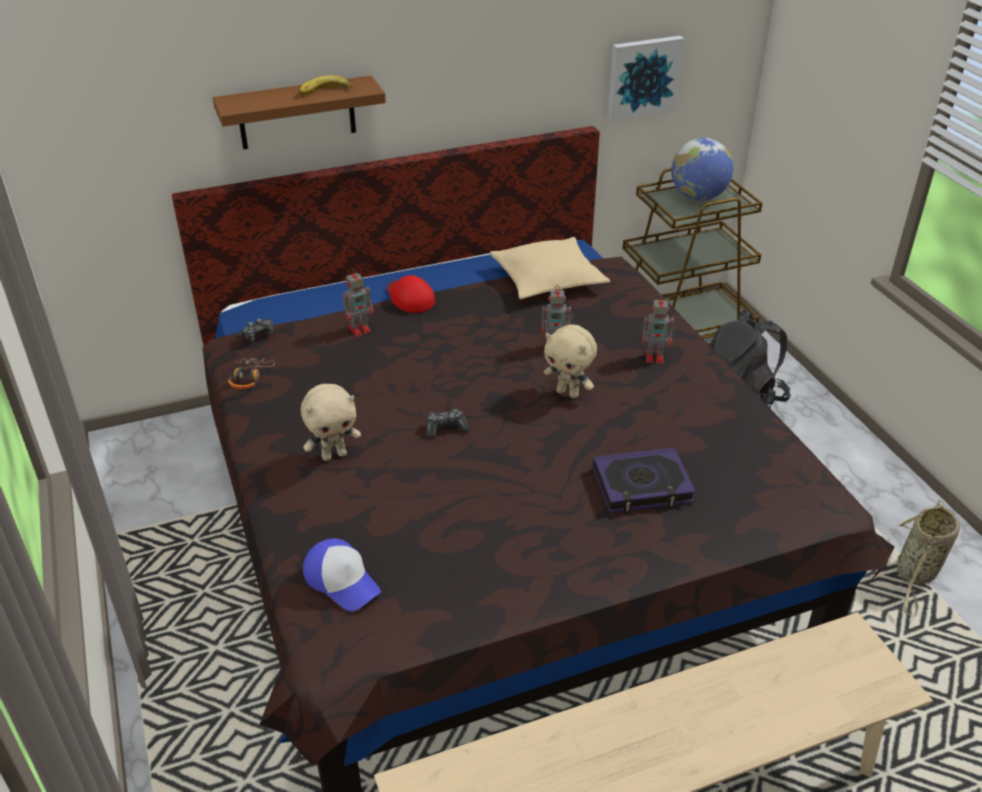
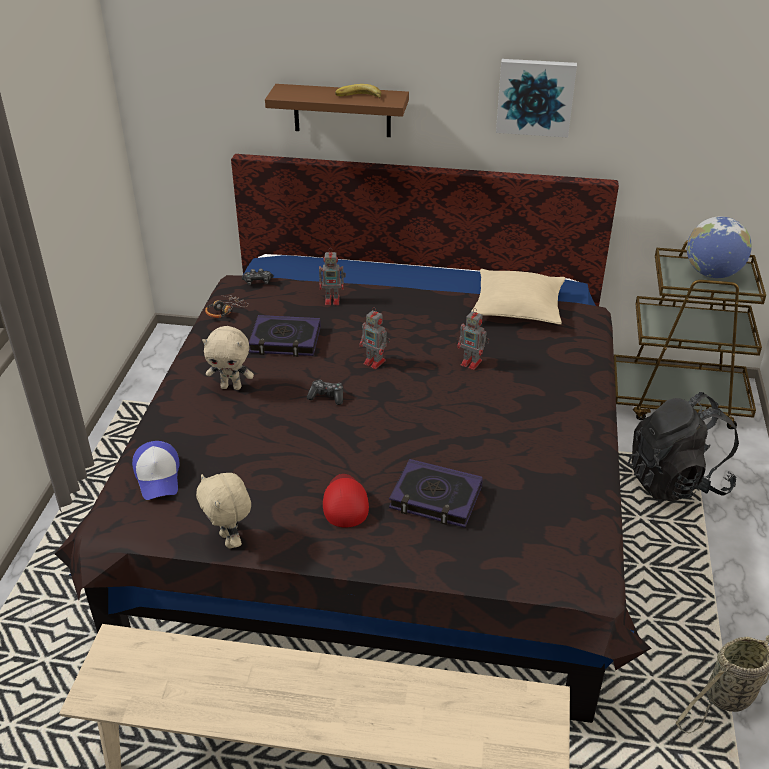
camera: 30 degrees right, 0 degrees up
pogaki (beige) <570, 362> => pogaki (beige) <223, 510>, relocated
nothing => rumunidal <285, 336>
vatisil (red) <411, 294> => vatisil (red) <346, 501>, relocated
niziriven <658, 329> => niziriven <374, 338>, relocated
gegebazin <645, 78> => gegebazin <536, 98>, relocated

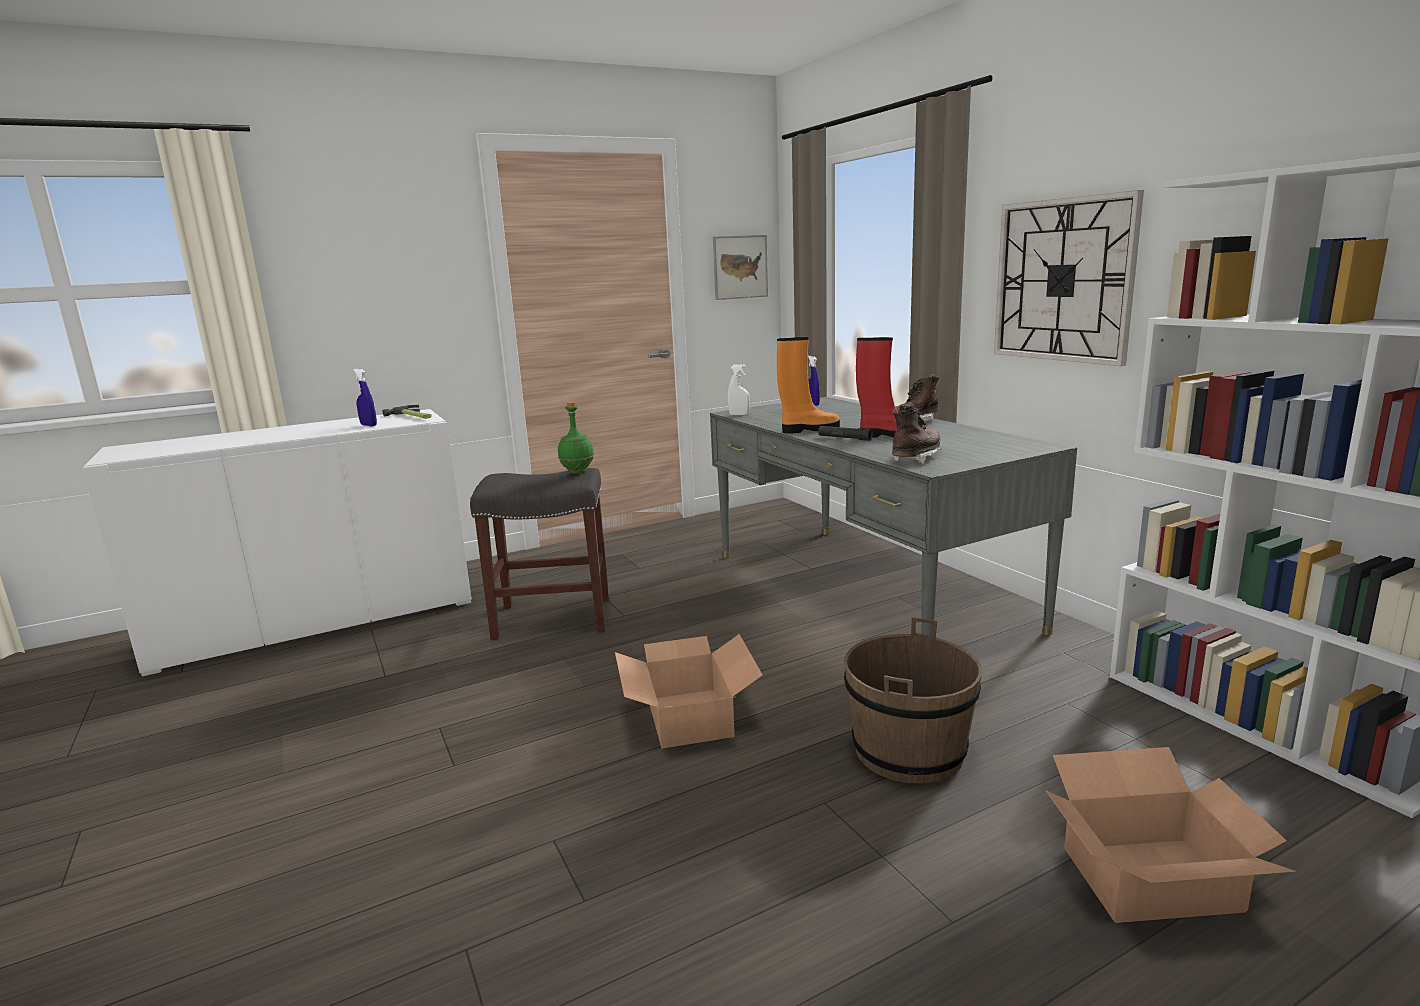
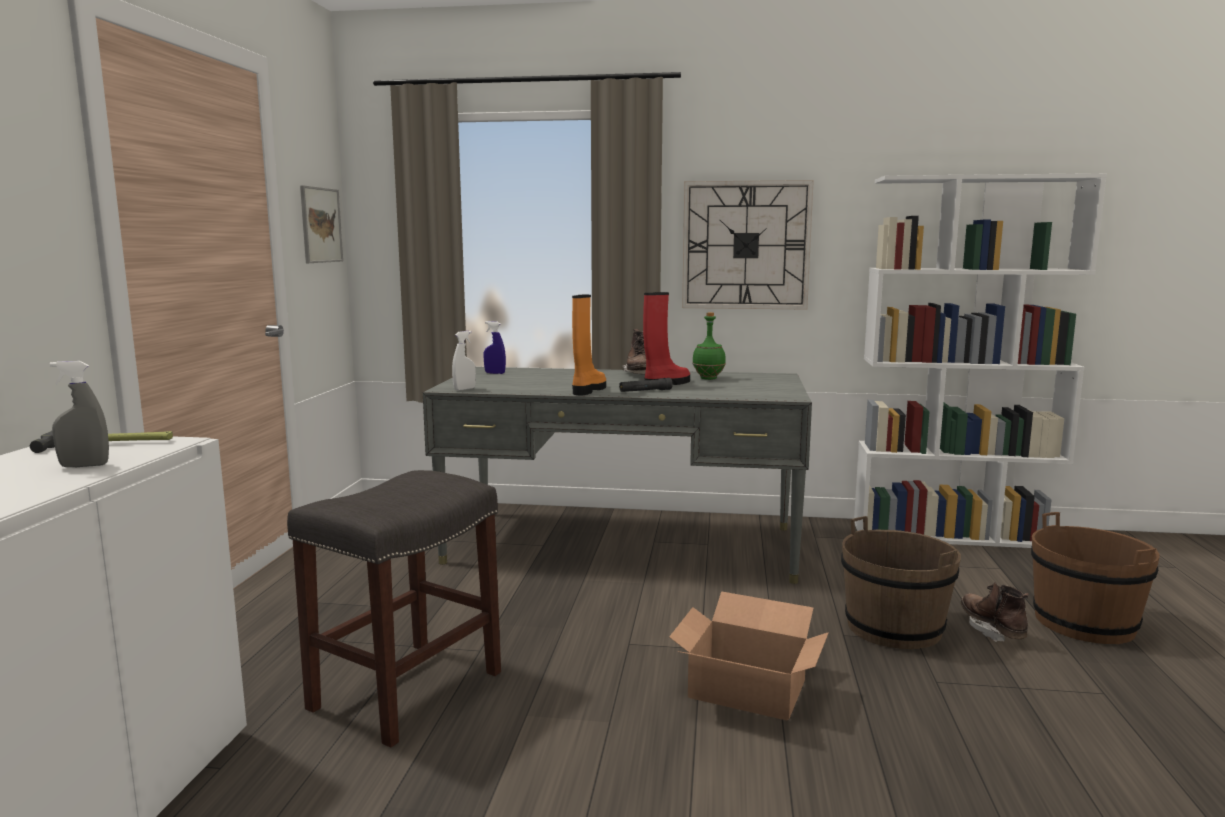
camera: 55 degrees left, 5 degrees down
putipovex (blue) <365, 397> => putipovex (grey) <79, 414>
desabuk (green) <576, 438> => desabuk (green) <709, 346>, relocated
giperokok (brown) <917, 434> => giperokok (brown) <995, 612>, relocated
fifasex <1170, 835> => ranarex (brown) <1095, 578>

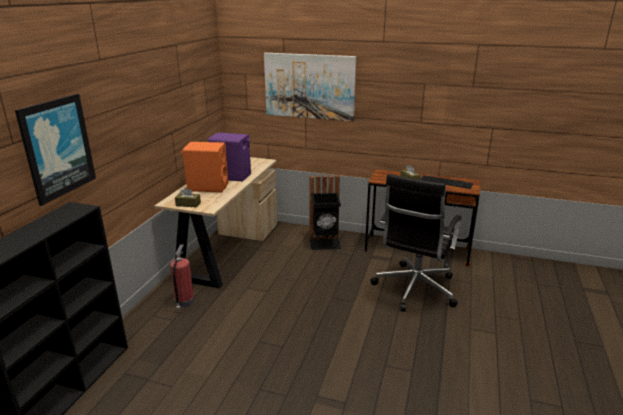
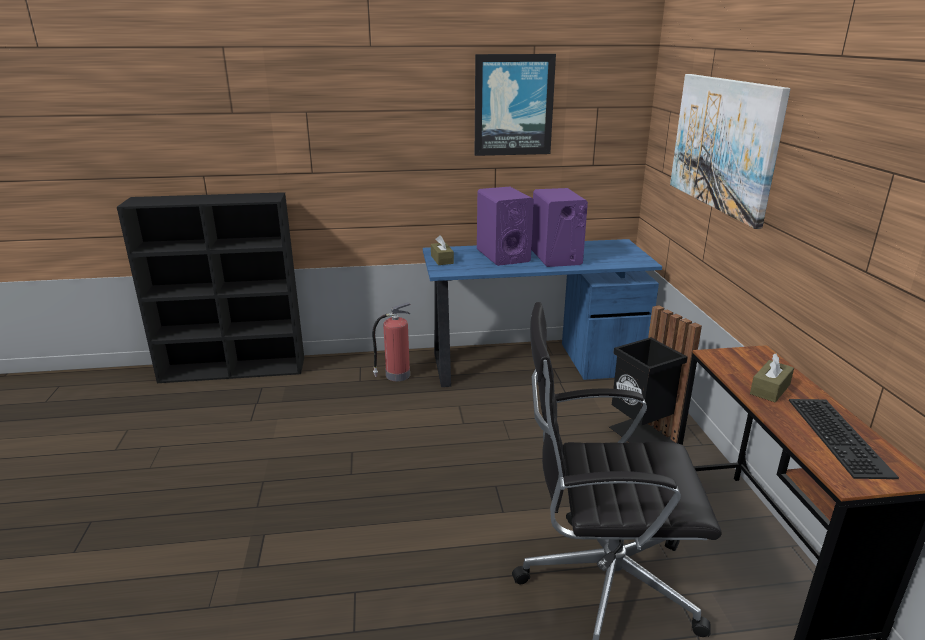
camera: 65 degrees right, 0 degrees up
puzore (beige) <215, 223> => puzore (blue) <542, 313>
gegebazin <55, 150> => gegebazin <515, 105>, relocated
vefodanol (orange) <204, 167> => vefodanol (purple) <505, 226>

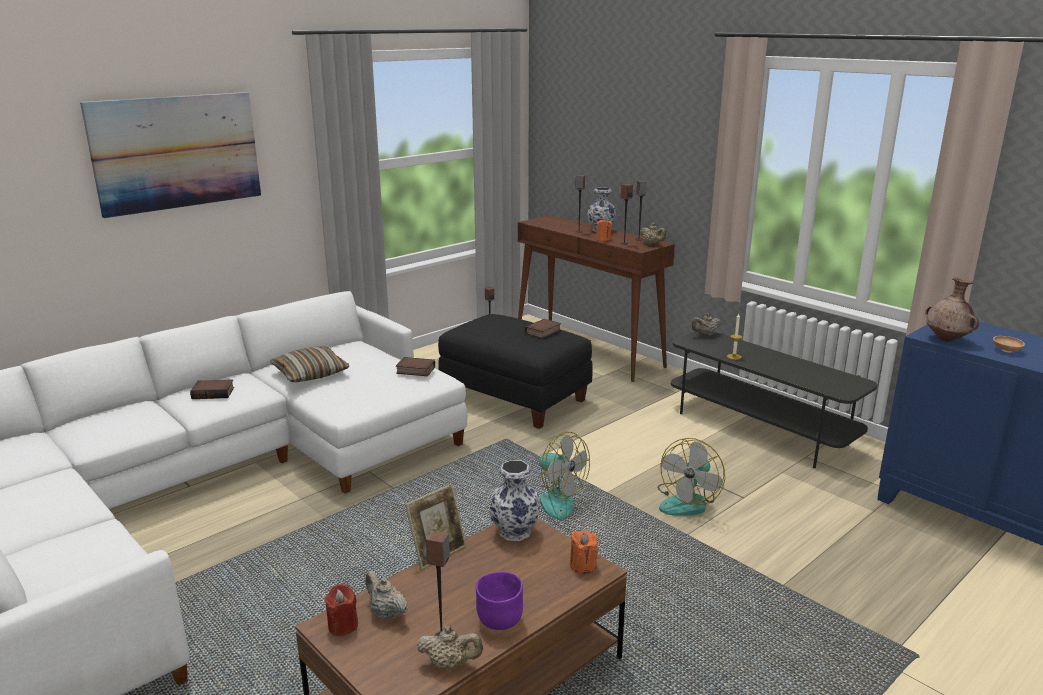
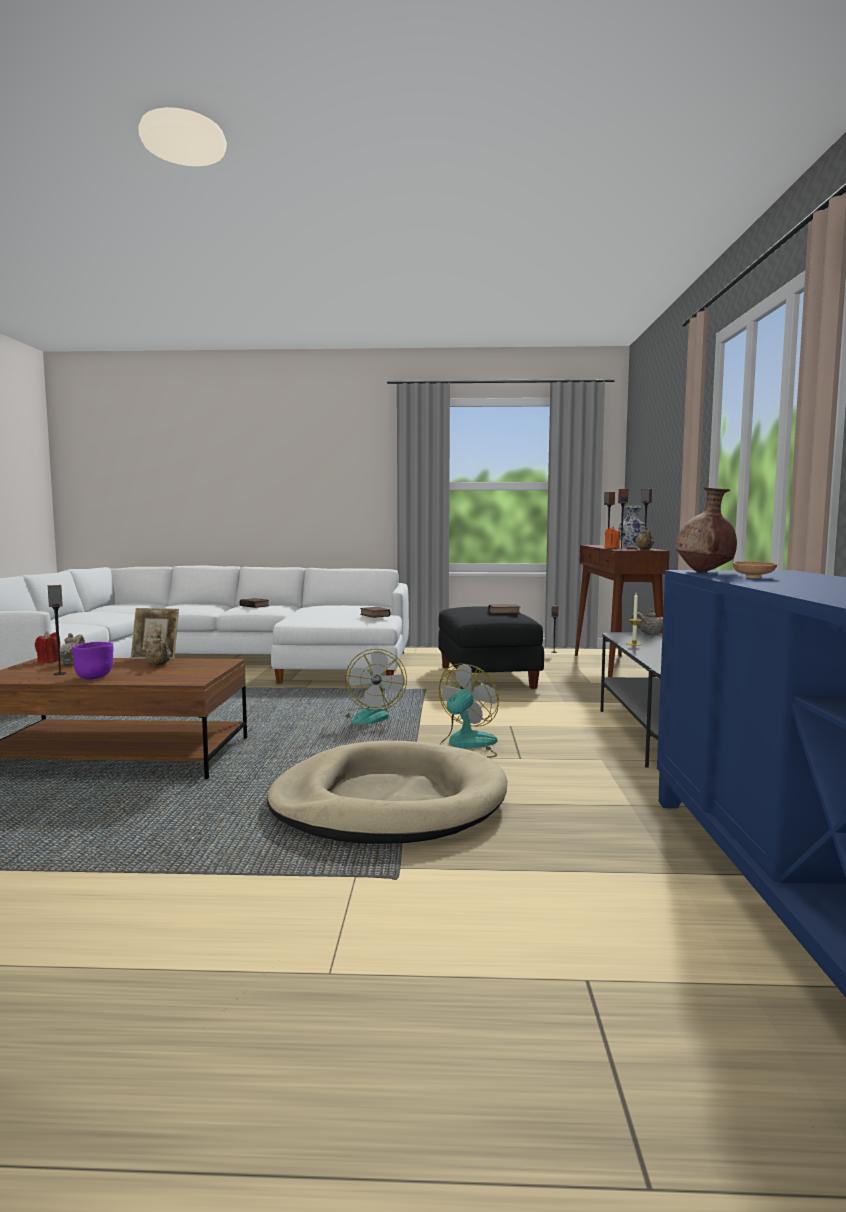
camera: 45 degrees right, 15 degrees down
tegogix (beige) <450, 647> => tegogix (beige) <158, 649>, relocated
nothing => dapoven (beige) <387, 792>
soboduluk <691, 477> => soboduluk <469, 710>, 135 degrees clockwise
gegebazin <170, 155> => nothing
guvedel <309, 364> => nothing
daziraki <514, 500> => nothing
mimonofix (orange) <584, 551> => nothing

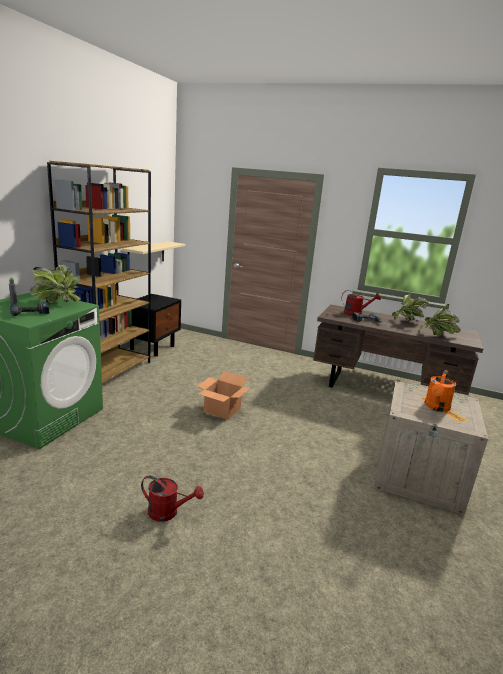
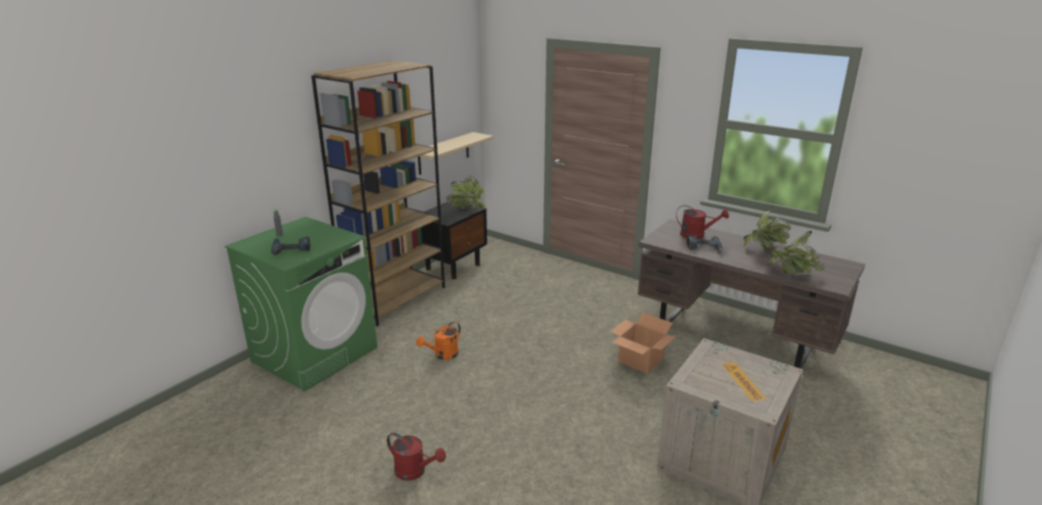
camera: 15 degrees right, 5 degrees up
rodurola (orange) <440, 391> => rodurola (orange) <438, 340>, relocated
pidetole <55, 283> => pidetole <466, 192>, relocated
fifasex <224, 395> => fifasex <643, 343>, relocated

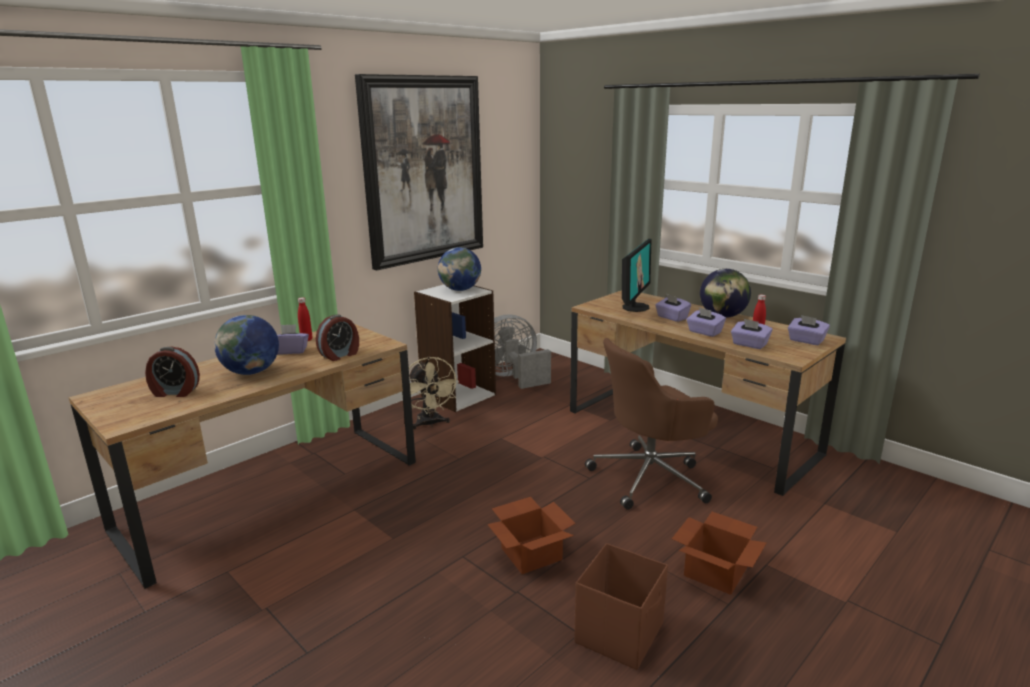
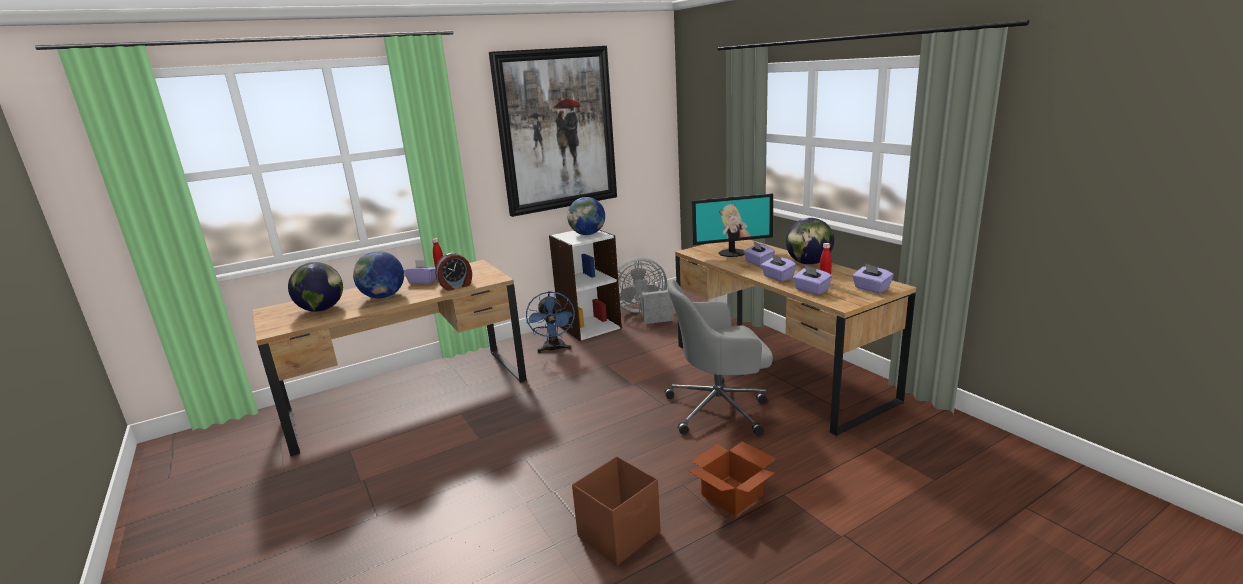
camera: 15 degrees right, 0 degrees up
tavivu <172, 371> => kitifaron <315, 287>
soboduluk (beige) <430, 393> => soboduluk (blue) <550, 322>
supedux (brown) <651, 424> => supedux (grey) <719, 357>
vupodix <637, 275> => vupodix <732, 225>, 45 degrees clockwise
fifasex <531, 535> => nothing

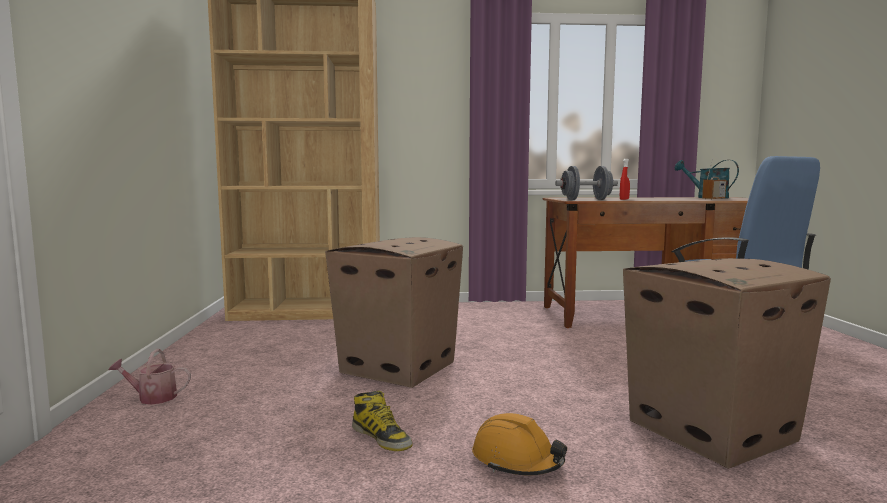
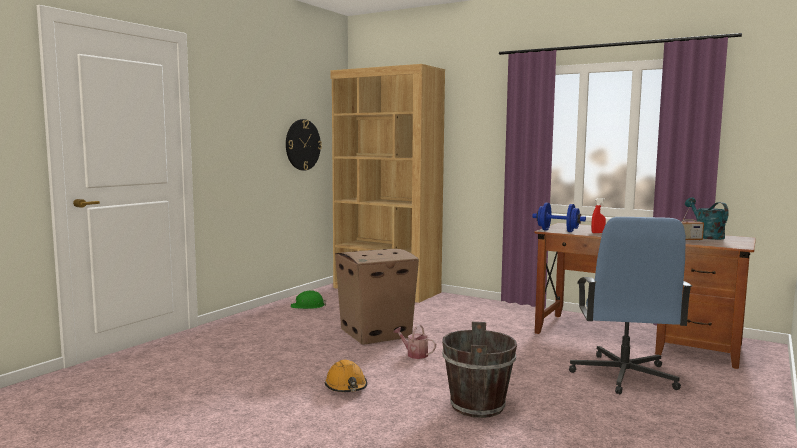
camera: 35 degrees right, 0 degrees up
nothing => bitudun <304, 144>
nothing => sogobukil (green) <309, 299>
rodurola <149, 377> => rodurola <415, 342>, relocated
fifasex <727, 363> => ranarex (brown) <479, 370>
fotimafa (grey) <586, 183> => fotimafa (blue) <559, 217>
giperokok <382, 420> => nothing

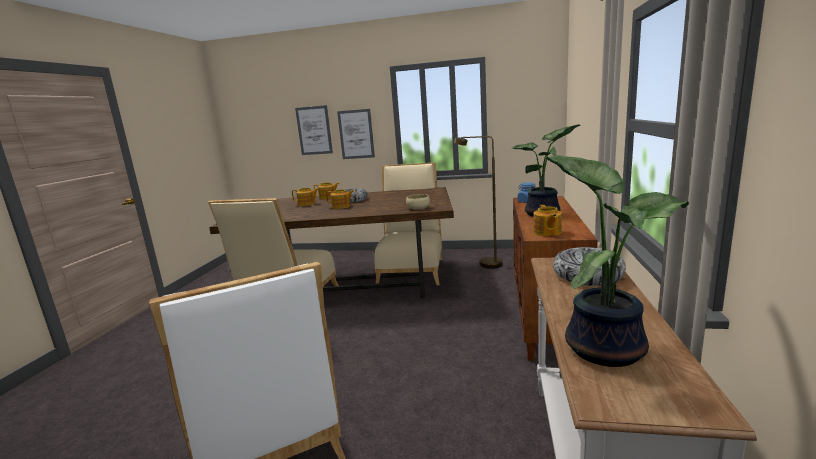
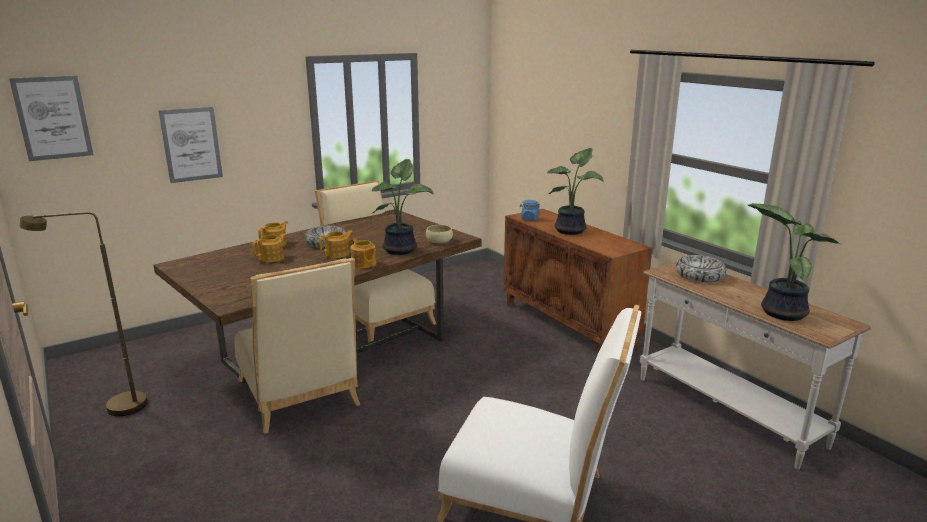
camera: 45 degrees left, 5 degrees up
gegebazin <356, 134> => gegebazin <51, 118>, relocated
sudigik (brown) <478, 202> => sudigik (brown) <84, 314>, relocated
tegogix <547, 220> => tegogix <363, 253>, relocated
nothing => pidetole <402, 207>

